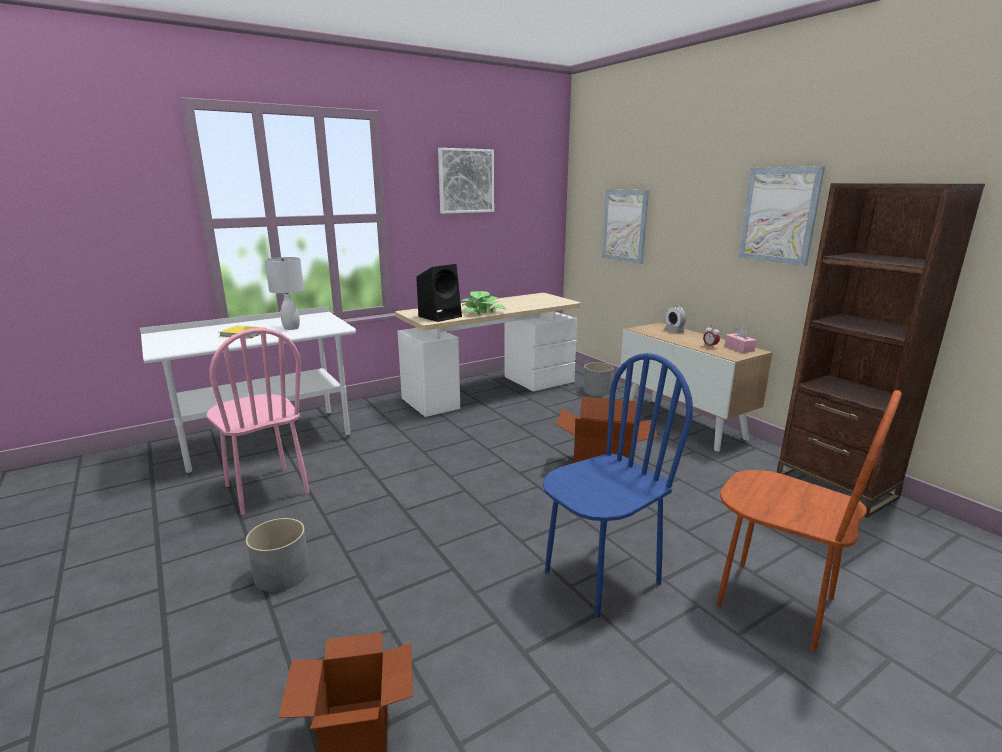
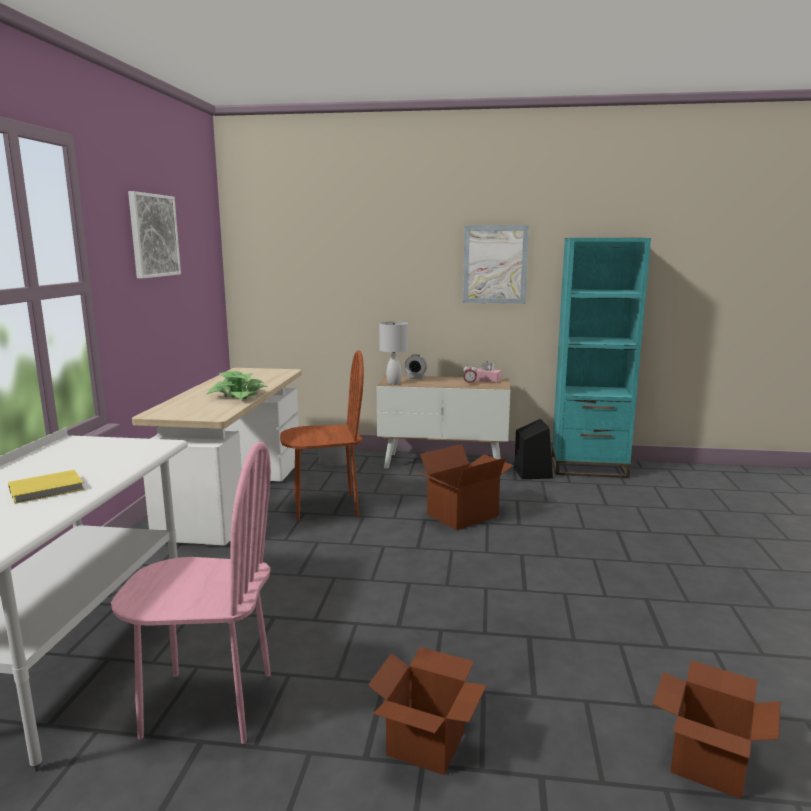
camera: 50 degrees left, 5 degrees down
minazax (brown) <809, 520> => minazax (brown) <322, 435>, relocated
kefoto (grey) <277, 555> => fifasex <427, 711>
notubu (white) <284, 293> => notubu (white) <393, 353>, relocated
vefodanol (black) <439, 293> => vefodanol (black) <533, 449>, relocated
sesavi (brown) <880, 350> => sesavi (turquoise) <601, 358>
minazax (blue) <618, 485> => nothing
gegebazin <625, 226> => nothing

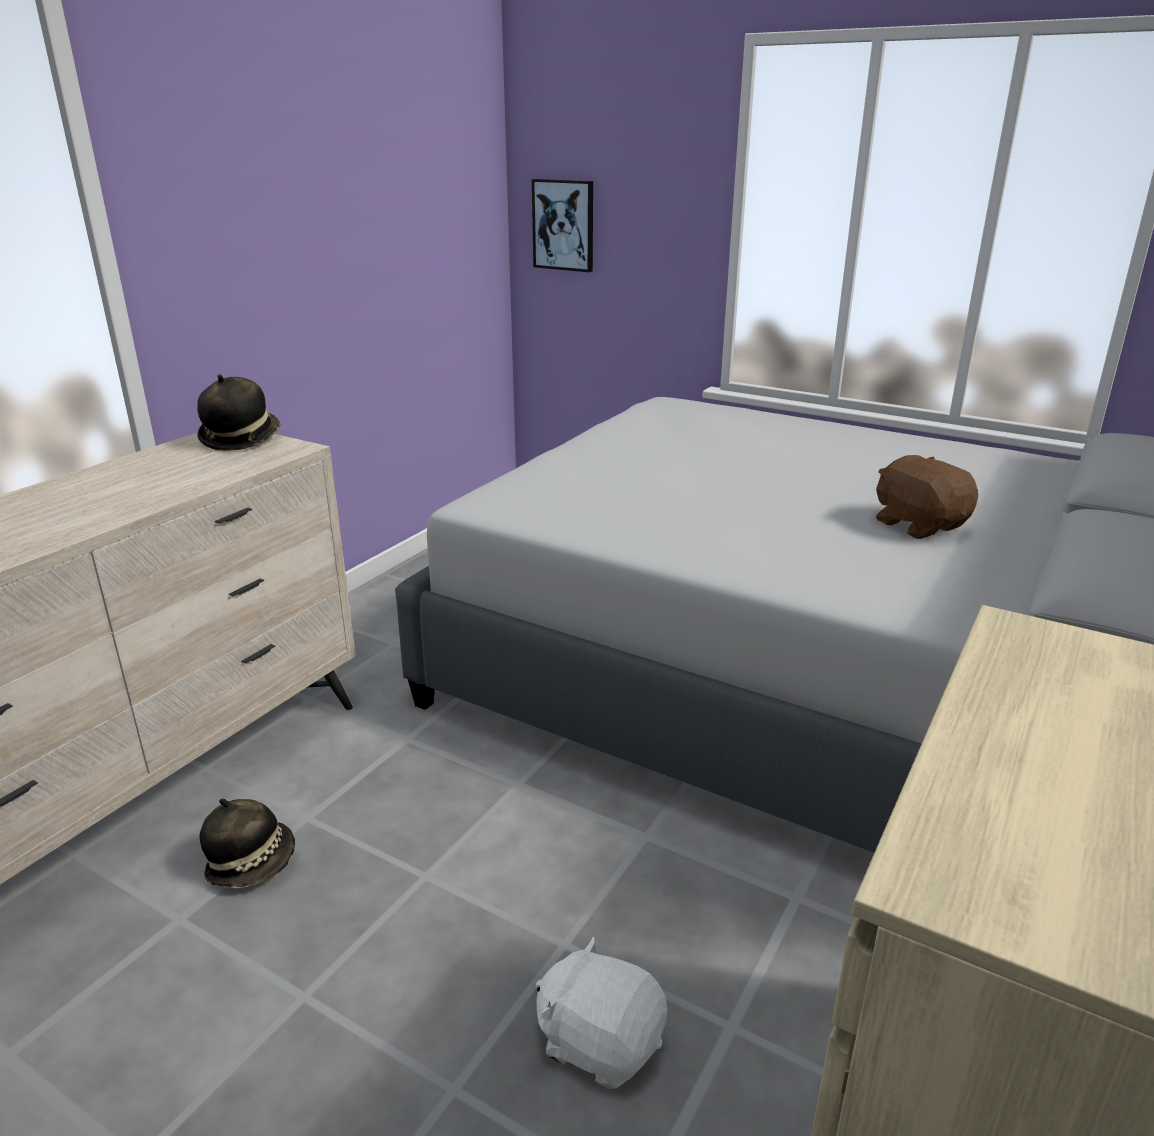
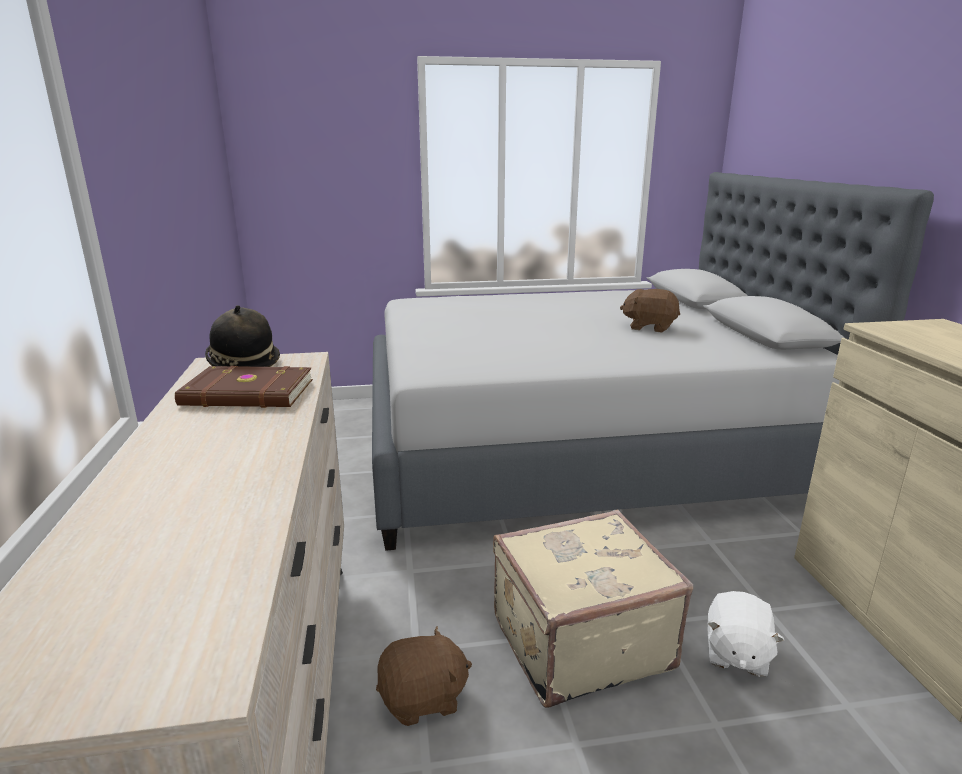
camera: 40 degrees left, 5 degrees down
nothing => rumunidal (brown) <244, 387>
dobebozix <247, 843> => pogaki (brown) <424, 676>
nothing => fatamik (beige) <593, 609>
pogaki (white) <601, 1013> => pogaki (white) <745, 634>, 60 degrees counterclockwise
gegebazin <562, 225> => nothing

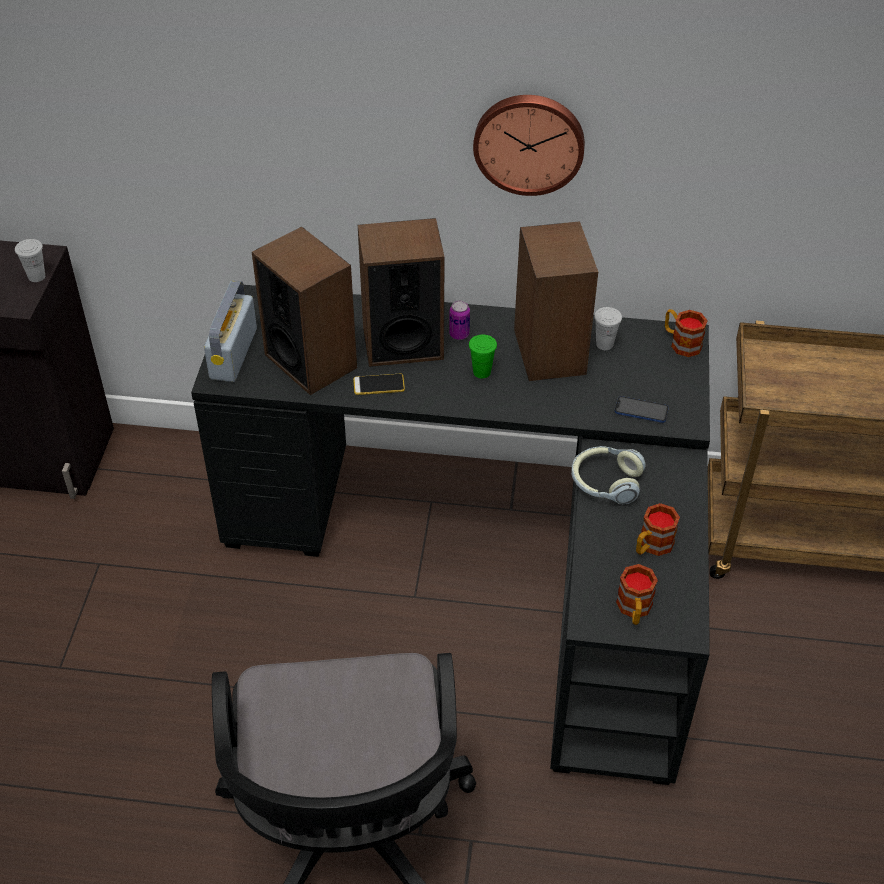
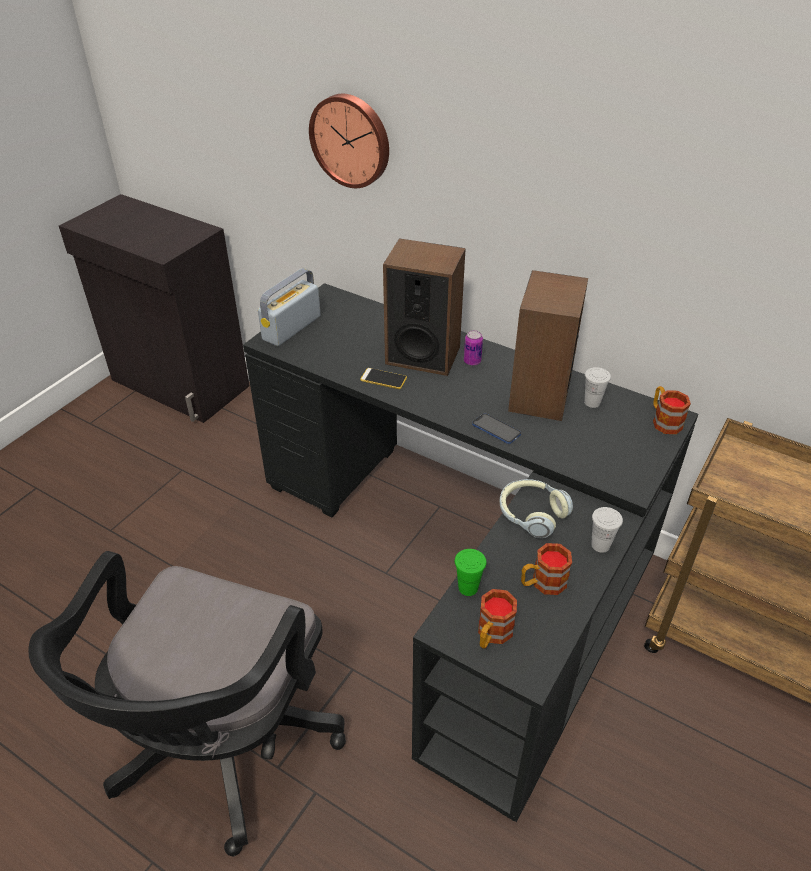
camera: 25 degrees right, 5 degrees down
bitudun <529, 145> => bitudun <349, 141>, relocated
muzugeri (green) <483, 356> => muzugeri (green) <470, 572>, relocated
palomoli <642, 409> => palomoli <496, 429>, relocated
muzugeri (white) <30, 260> => muzugeri (white) <607, 530>, relocated
vefodanol <304, 311> => nothing

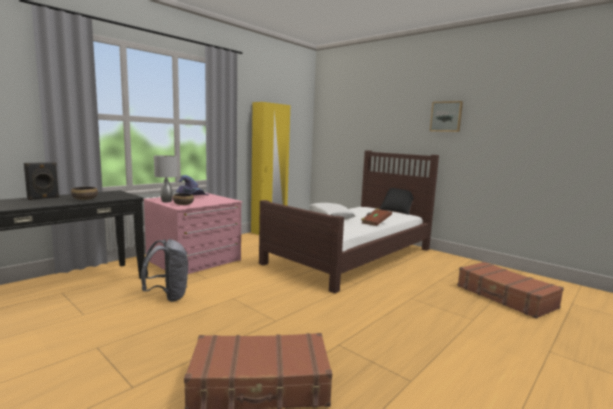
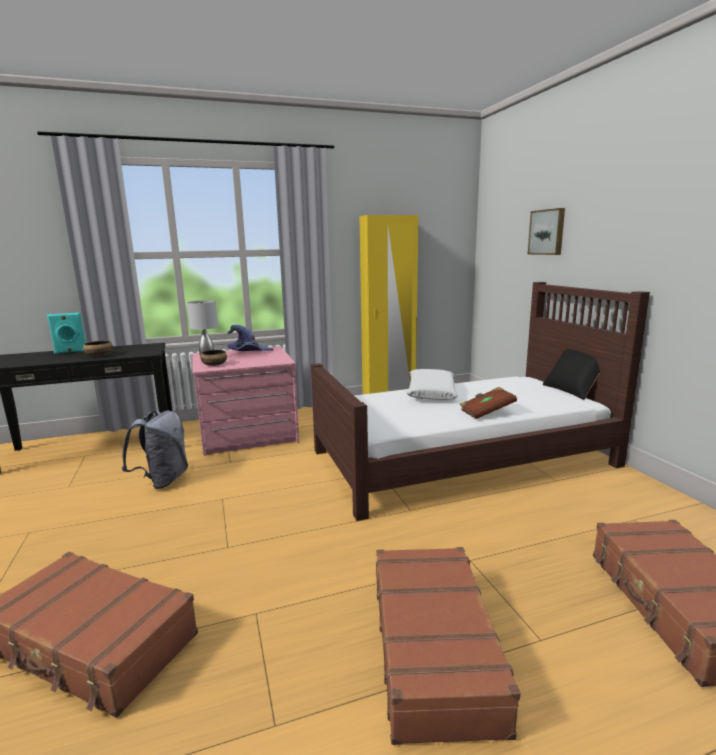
camera: 30 degrees right, 5 degrees up
vefodanol (black) <41, 181> => vefodanol (turquoise) <66, 333>
nothing => fatamik (brown) <448, 646>
gegebazin <446, 116> => gegebazin <546, 231>, relocated

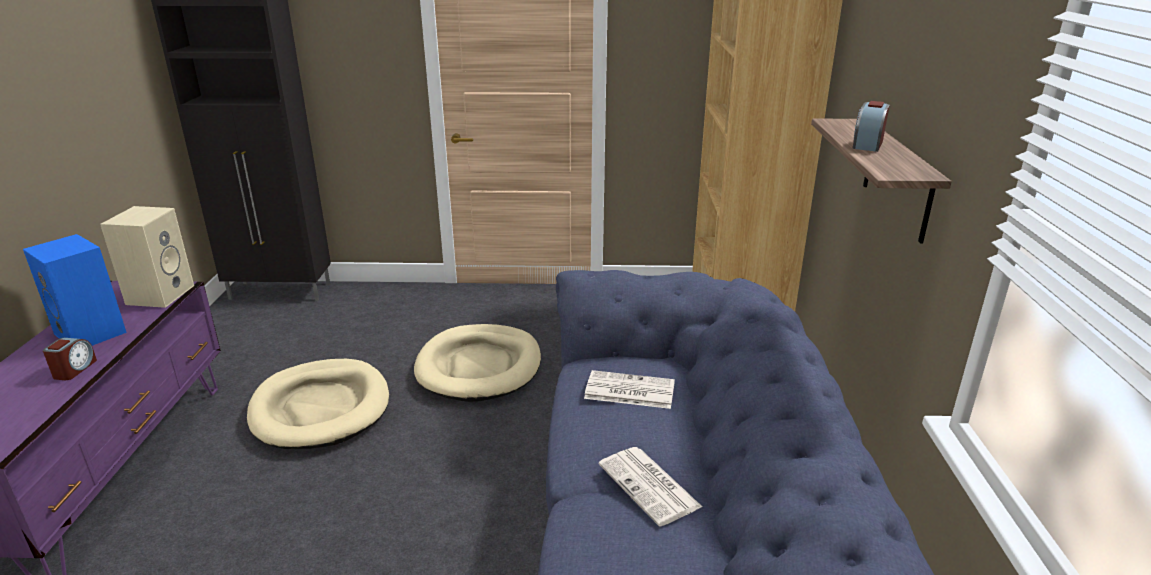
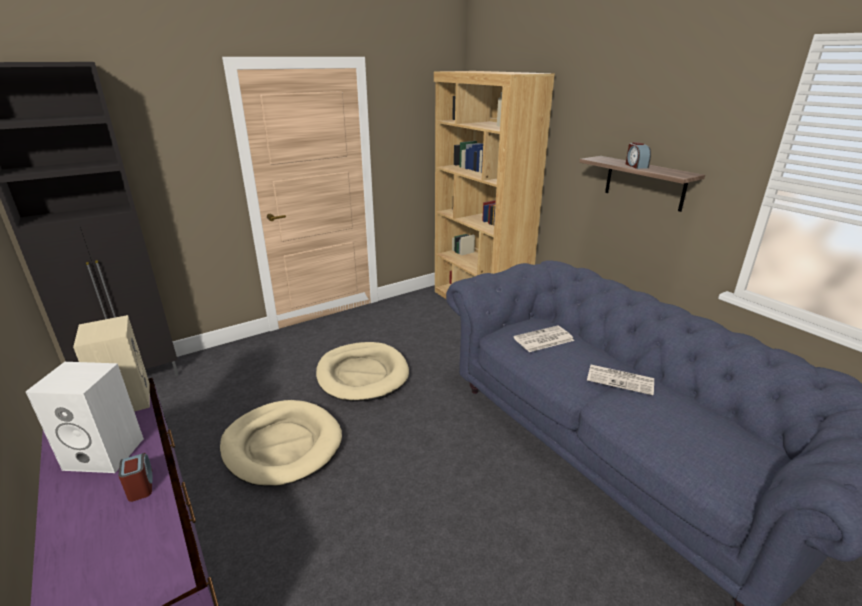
camera: 35 degrees left, 0 degrees up
vefodanol (blue) <75, 290> => vefodanol (white) <84, 417>

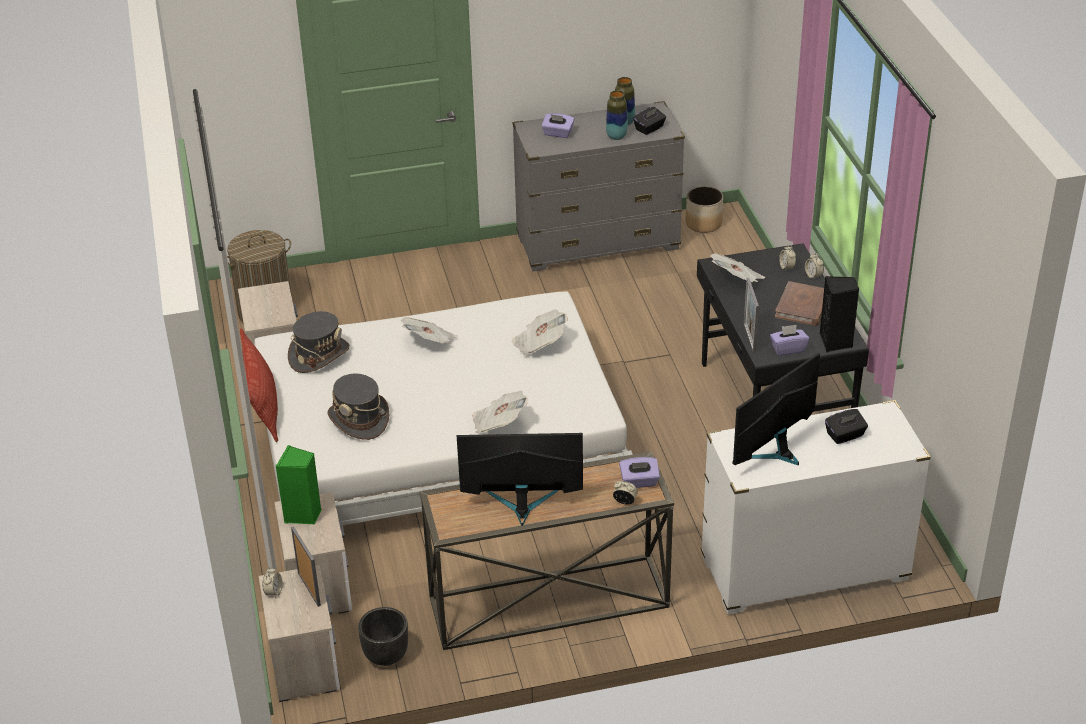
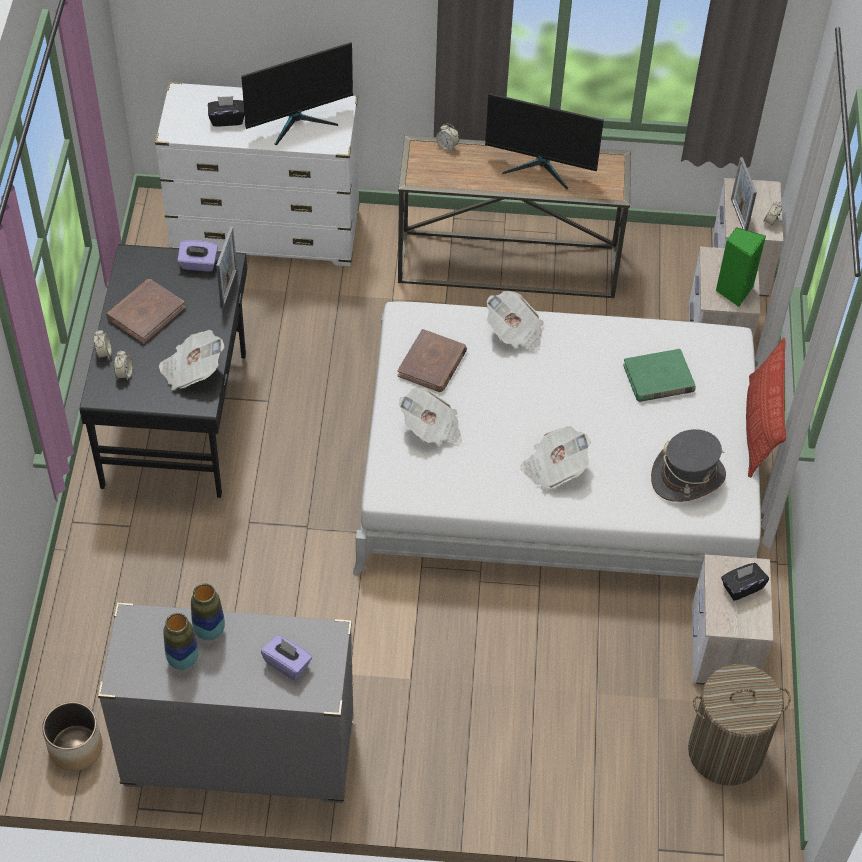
camera: 165 degrees left, 15 degrees up
nothing => rumunidal (brown) <432, 360>
dobebozix (grey) <358, 407> => rumunidal (green) <659, 375>
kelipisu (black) <649, 121> => kelipisu (black) <745, 582>, relocated
kefoto (black) <383, 636> => nothing
kelipisu (purple) <639, 472> => nothing
vefodanol (black) <839, 314> => nothing

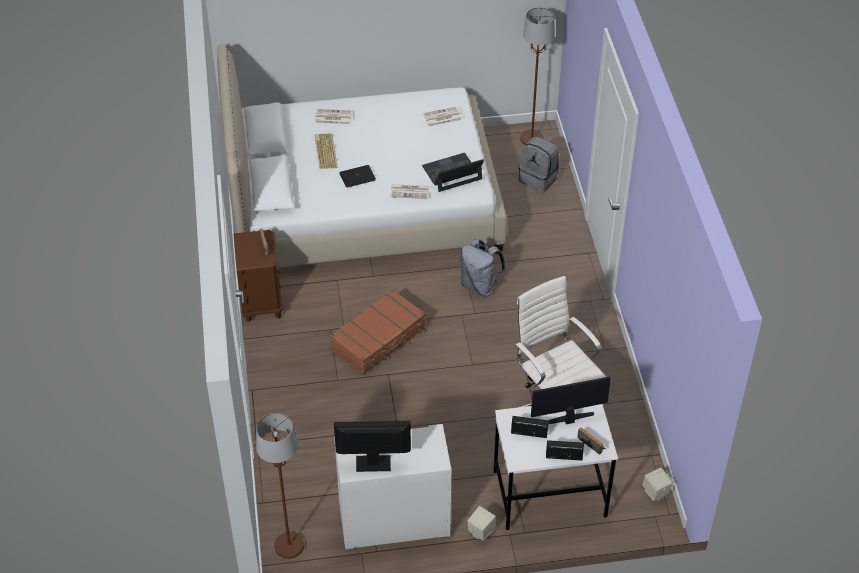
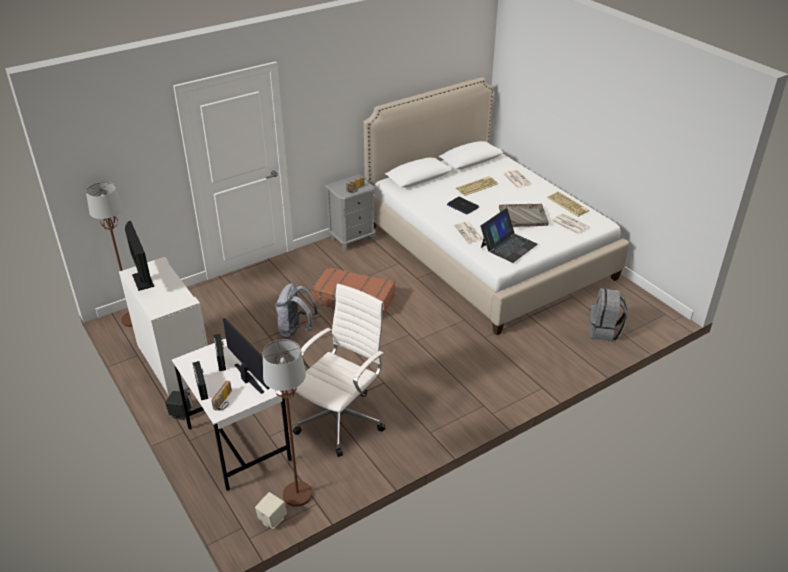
camera: 65 degrees right, 10 degrees down
vefodanol (beige) <481, 523> => vefodanol (black) <179, 405>
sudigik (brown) <537, 76> => sudigik (brown) <287, 423>, relocated
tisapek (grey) <483, 268> => tisapek (grey) <296, 311>, relocated
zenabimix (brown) <258, 276> => zenabimix (grey) <350, 212>
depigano <453, 172> => depigano <509, 235>, 90 degrees clockwise
nothing => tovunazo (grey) <524, 215>
nothing => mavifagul <568, 204>

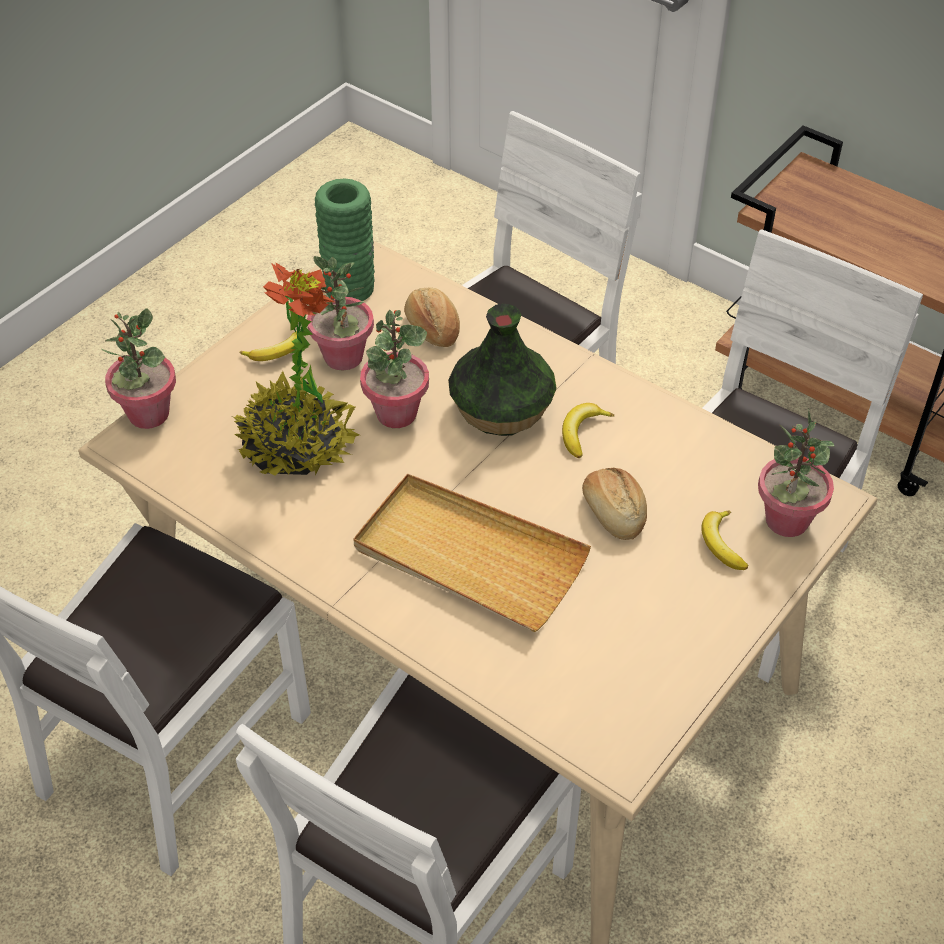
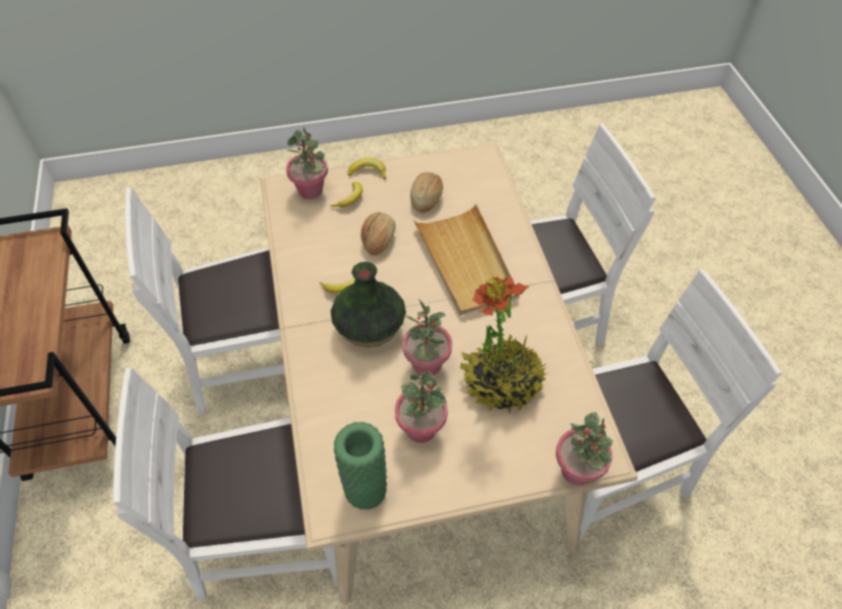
camera: 140 degrees left, 5 degrees up
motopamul <268, 346> => motopamul <367, 169>, relocated
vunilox <432, 317> => vunilox <426, 192>, relocated

